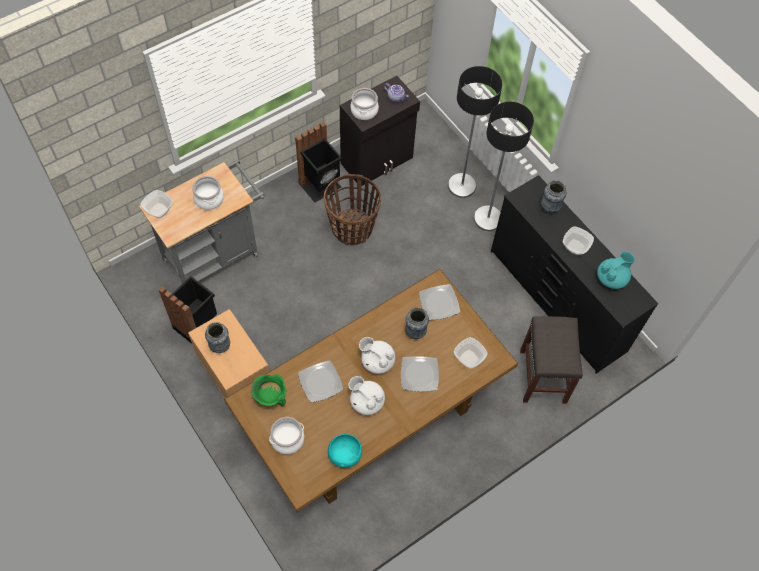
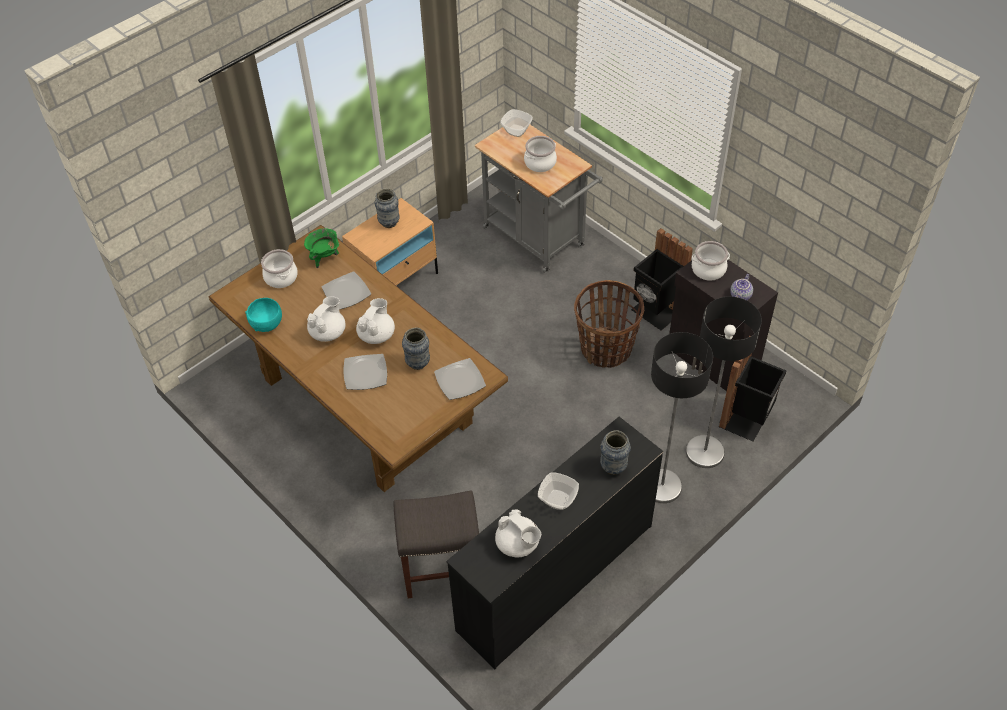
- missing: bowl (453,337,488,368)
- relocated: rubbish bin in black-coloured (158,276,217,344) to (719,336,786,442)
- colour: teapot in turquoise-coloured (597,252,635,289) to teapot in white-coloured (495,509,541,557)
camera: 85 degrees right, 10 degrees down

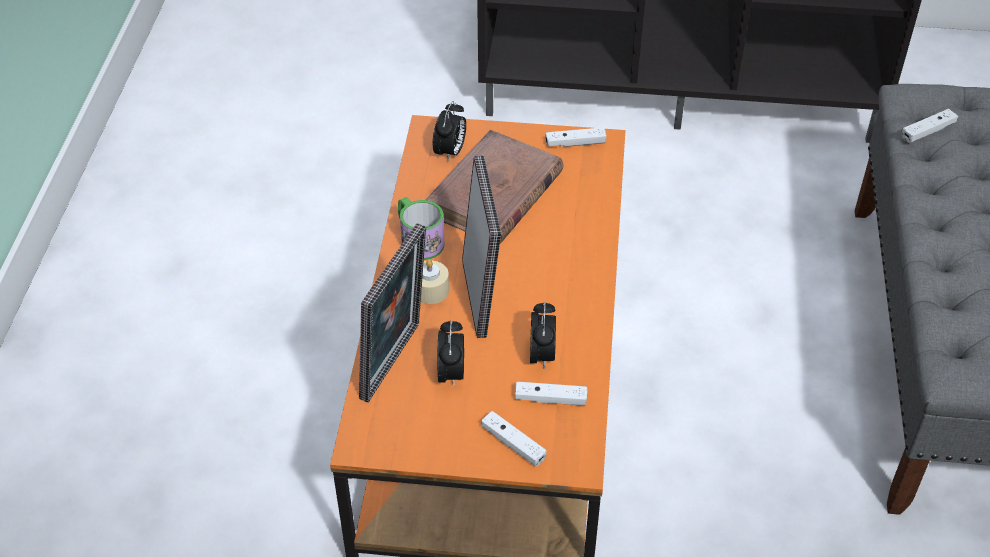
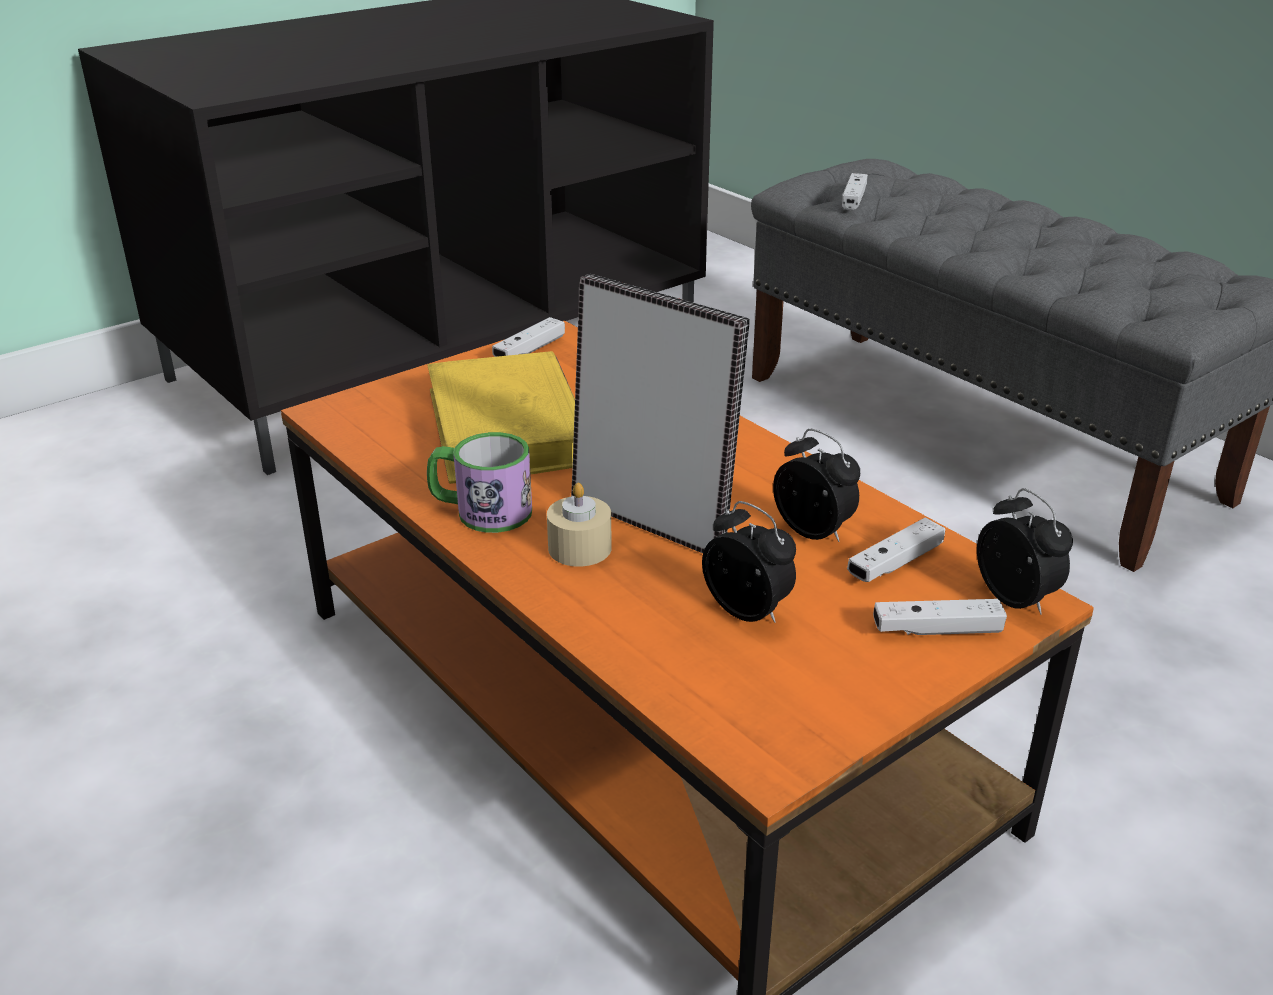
- missing: photo frame (359,223,426,402)
- relocated: bedside clock (433,101,466,162) to (977,488,1073,615)
- colour: volume in brown (426,130,564,244) to volume in yellow-coloured (427,351,575,484)
camera: 45 degrees left, 15 degrees down

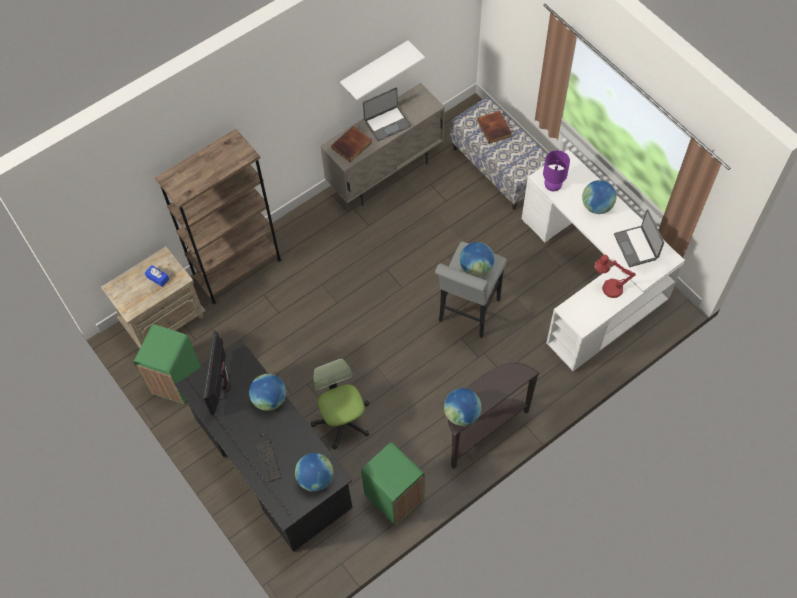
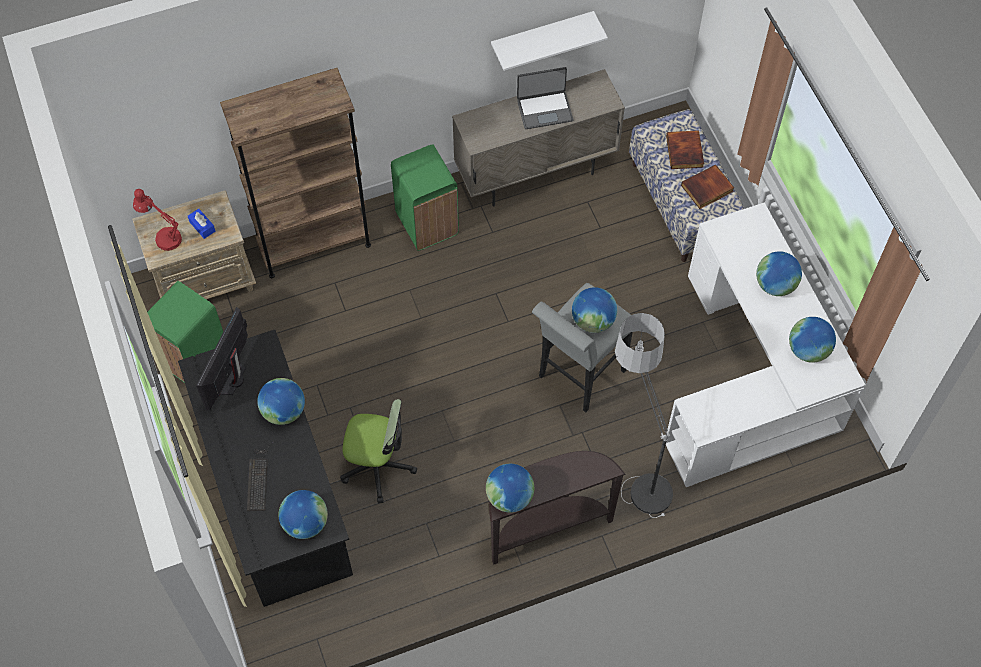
- missing: table lamp in purplish (543,150,570,191)
- appeared: standing lamp (615,313,673,518)
- relocated: volume (331,126,372,162) to (681,165,734,209)
- relocated: rubbish bin in green-coloured (361,442,424,526) to (391,145,459,251)
- relocated: table lamp in reddish (594,255,636,298) to (133,189,182,251)
- exchanged: notebook computer (614,209,664,267) to globe (789,317,836,363)
- spun: computer chair (311,358,370,450) = (340,399,417,504) 105 degrees clockwise
camera: 15 degrees right, 0 degrees up

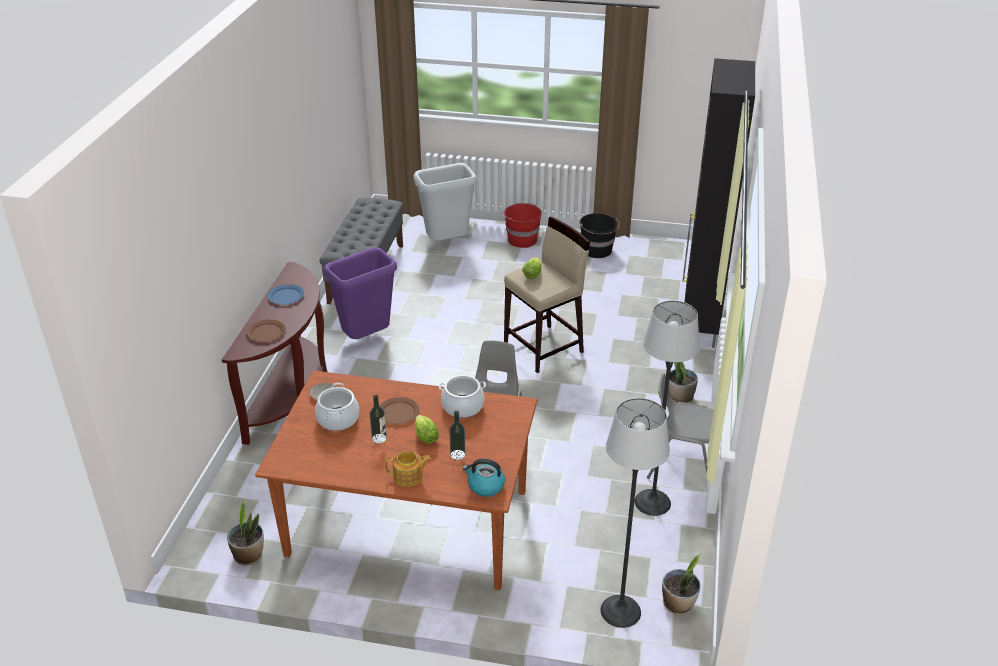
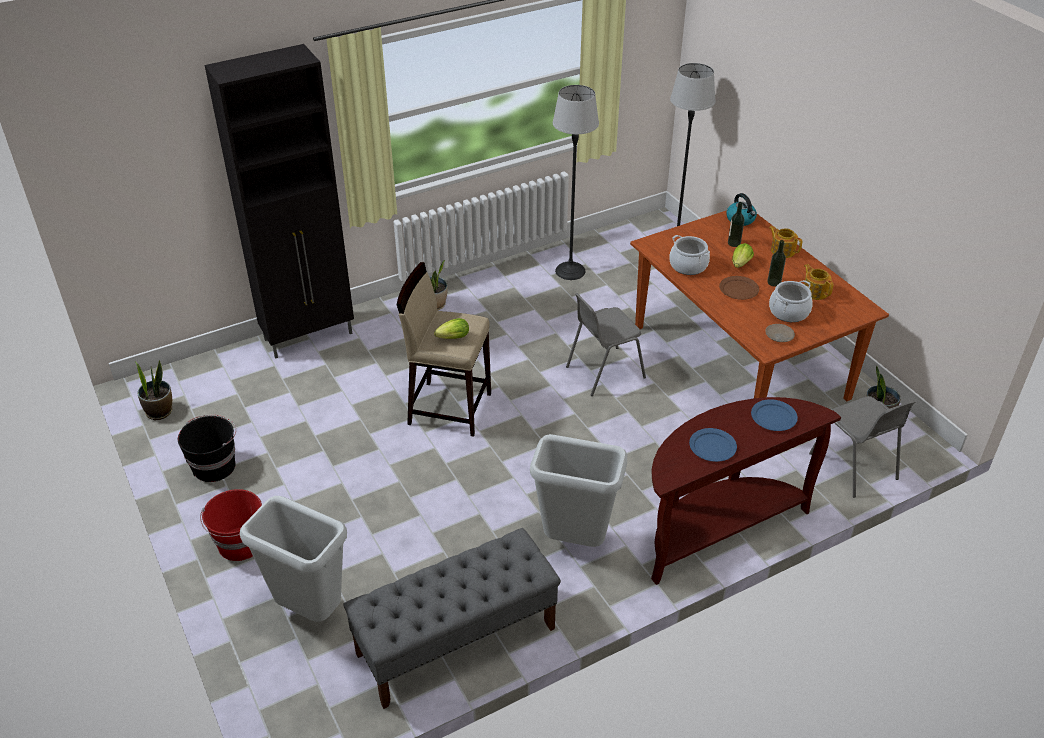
- appeared: teapot (804,264,833,300)
- relocated: plain chair in gray (647,373,714,479) to (809,396,915,497)
- relocated: plant in a pot (662,554,701,615) to (135,360,172,420)
- colour: plate in brown (247,320,285,342) to plate in bluish (751,399,798,431)
- colour: rubbish bin in purplish (324,247,397,339) to rubbish bin in gray (530,434,627,547)
camera: 130 degrees left, 5 degrees up

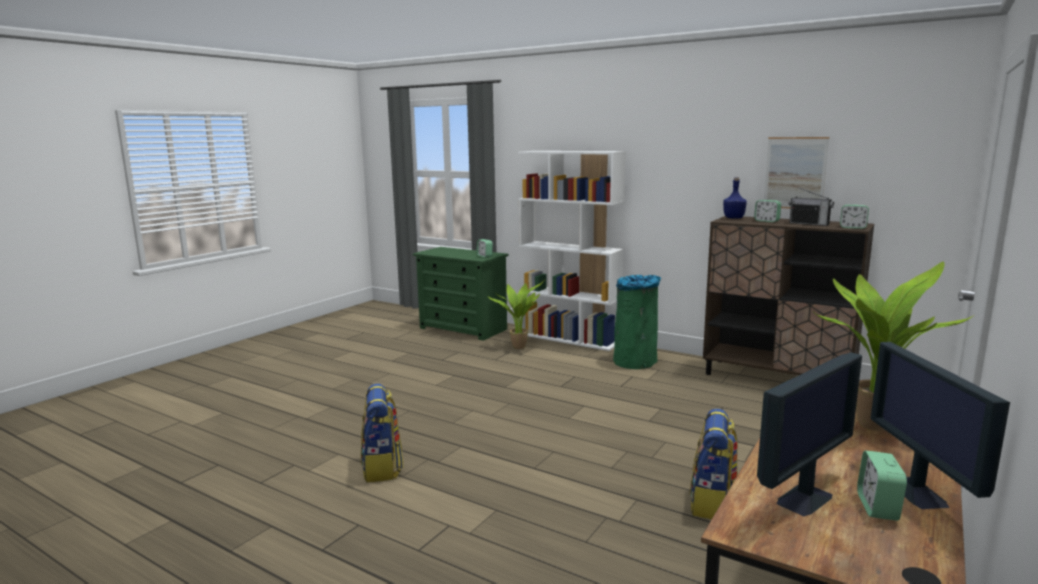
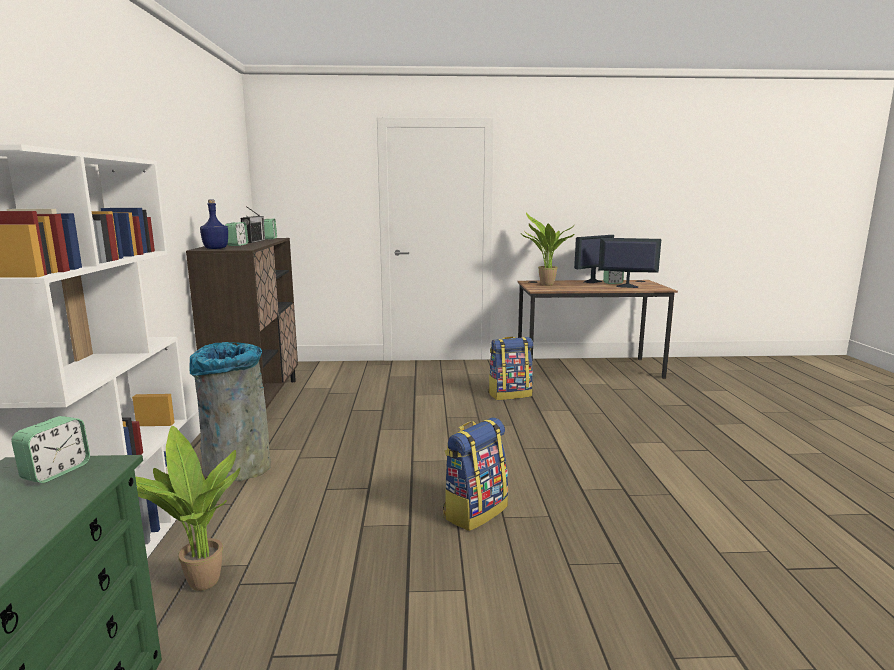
- missing: wall art (764,137,829,209)
- relocated: backpack (361,384,403,483) to (443,418,508,531)
- colour: rubbish bin in green-coloured (613,275,661,369) to rubbish bin in gray (190,342,271,481)
camera: 125 degrees left, 0 degrees up

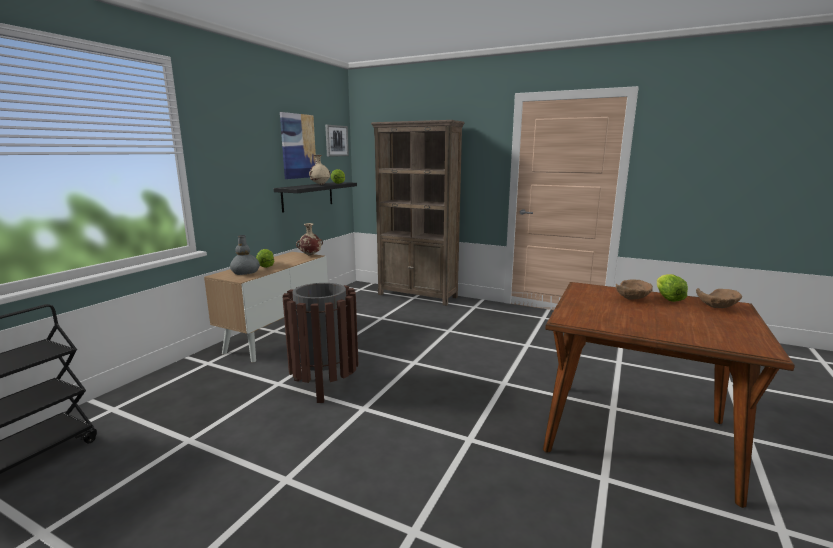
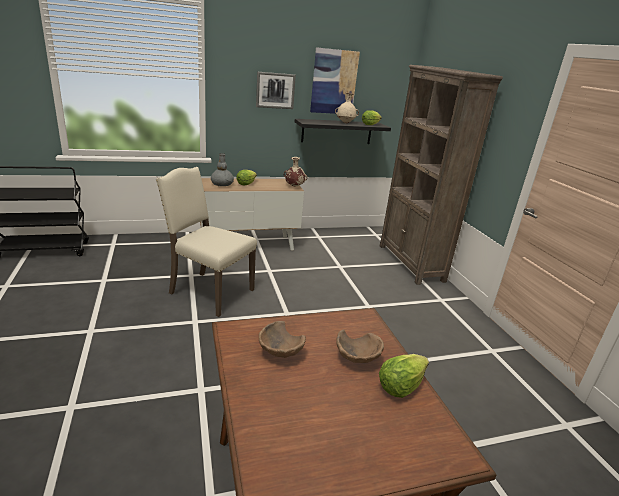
- relocated: wall art (325,125,349,157) to (256,72,296,109)
- relocated: bowl in brown (696,288,742,308) to (259,321,306,358)
- exchanged: rubbish bin in brown (283,283,358,403) to plain chair in beige-coloured (156,167,257,317)
camera: 45 degrees right, 10 degrees up

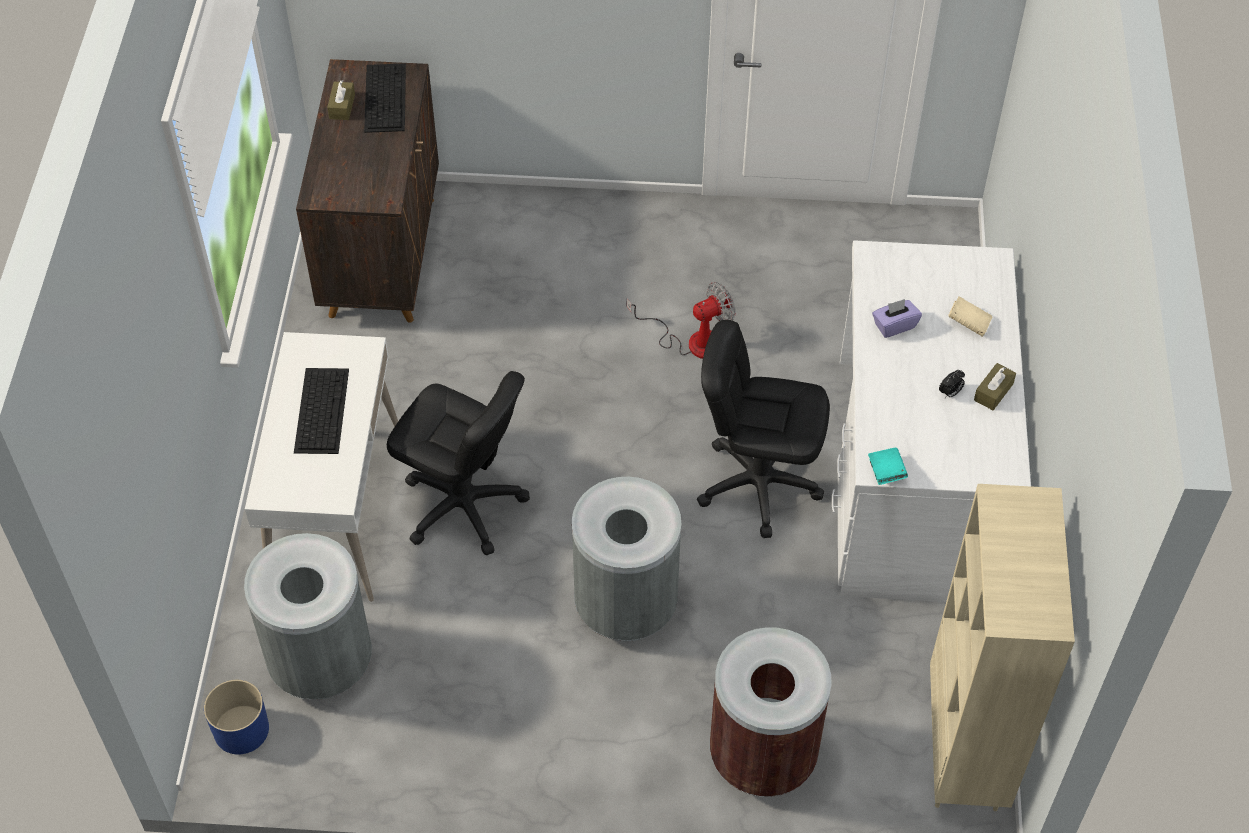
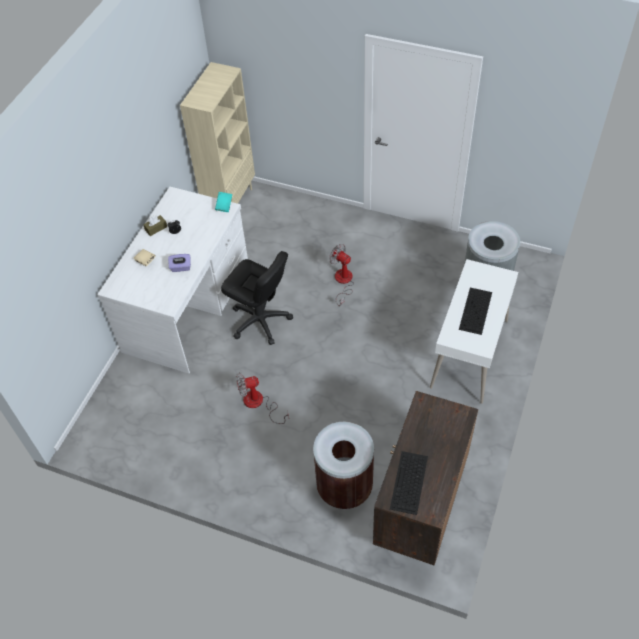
- missing: planter in bluish (204,680,269,754)
- missing: box of tissues in brown (327,80,355,120)
- missing: computer chair in black-coloured (387,371,530,555)
- relocated: rubbish bin in brown (710,627,832,797) to (313,422,374,509)
- exchanged: rubbish bin in gray (572,477,681,642) to electric fan (329,244,354,306)
camera: 160 degrees left, 0 degrees up

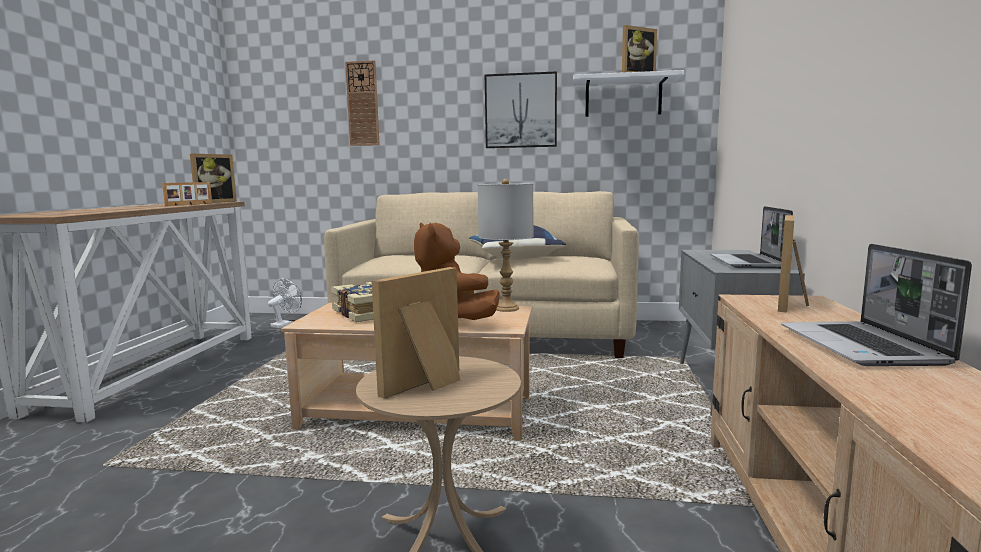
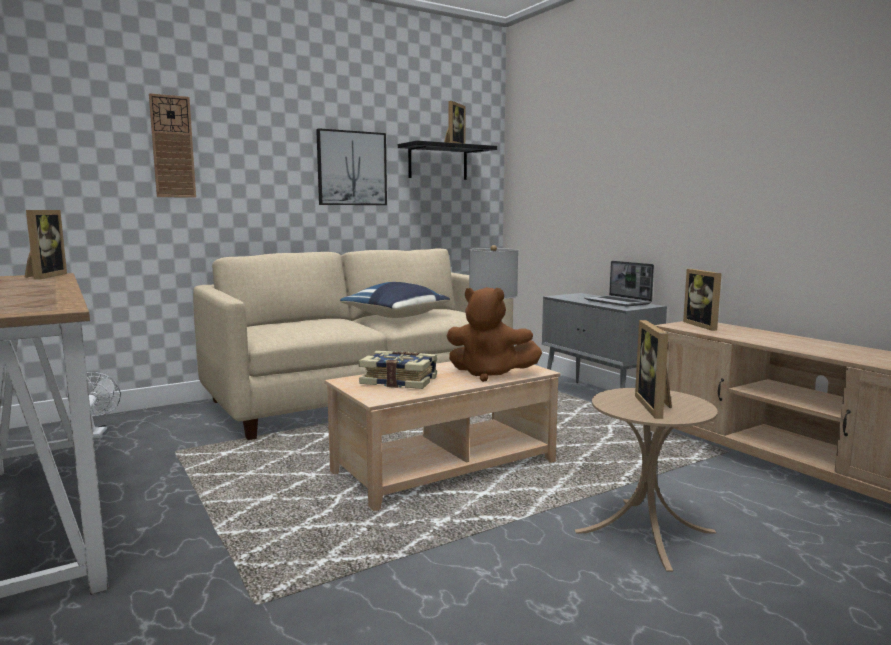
- missing: photo frame (162,182,212,206)
- missing: notebook computer (781,244,972,366)
- colour: shelf in white-coloured (573,70,684,117) to shelf in black-coloured (398,141,497,180)
camera: 40 degrees left, 0 degrees up

